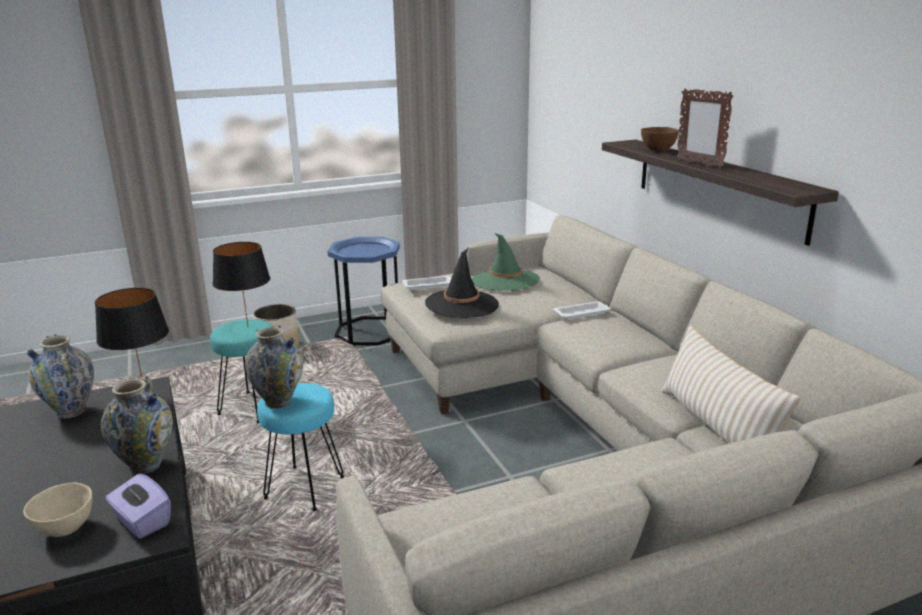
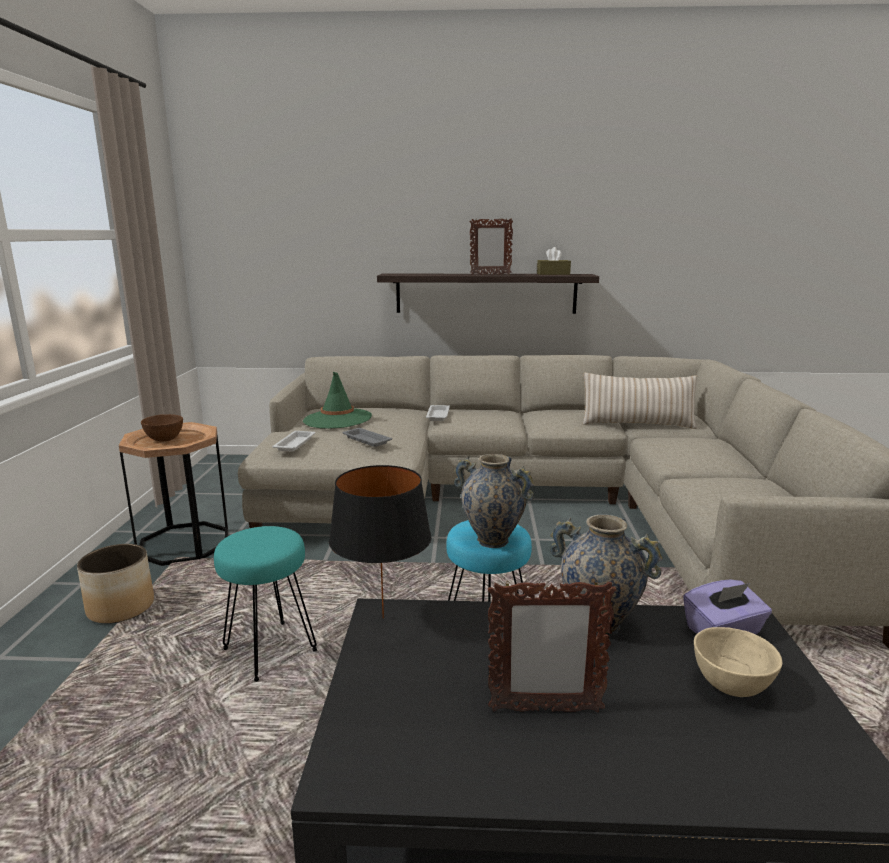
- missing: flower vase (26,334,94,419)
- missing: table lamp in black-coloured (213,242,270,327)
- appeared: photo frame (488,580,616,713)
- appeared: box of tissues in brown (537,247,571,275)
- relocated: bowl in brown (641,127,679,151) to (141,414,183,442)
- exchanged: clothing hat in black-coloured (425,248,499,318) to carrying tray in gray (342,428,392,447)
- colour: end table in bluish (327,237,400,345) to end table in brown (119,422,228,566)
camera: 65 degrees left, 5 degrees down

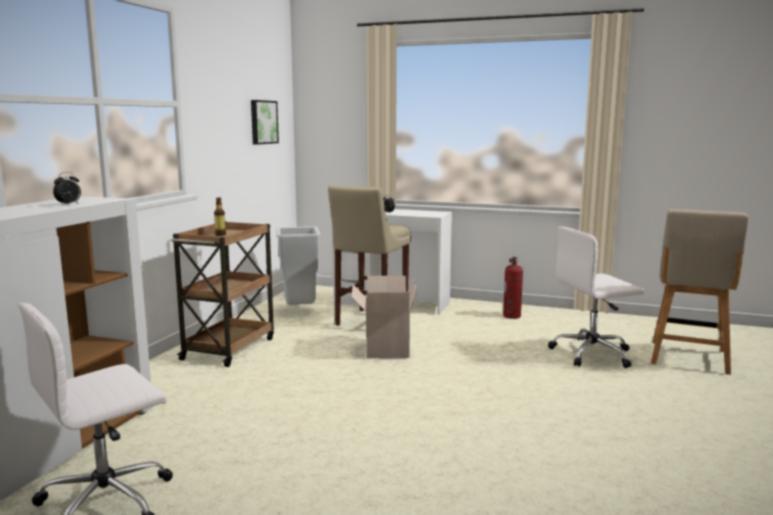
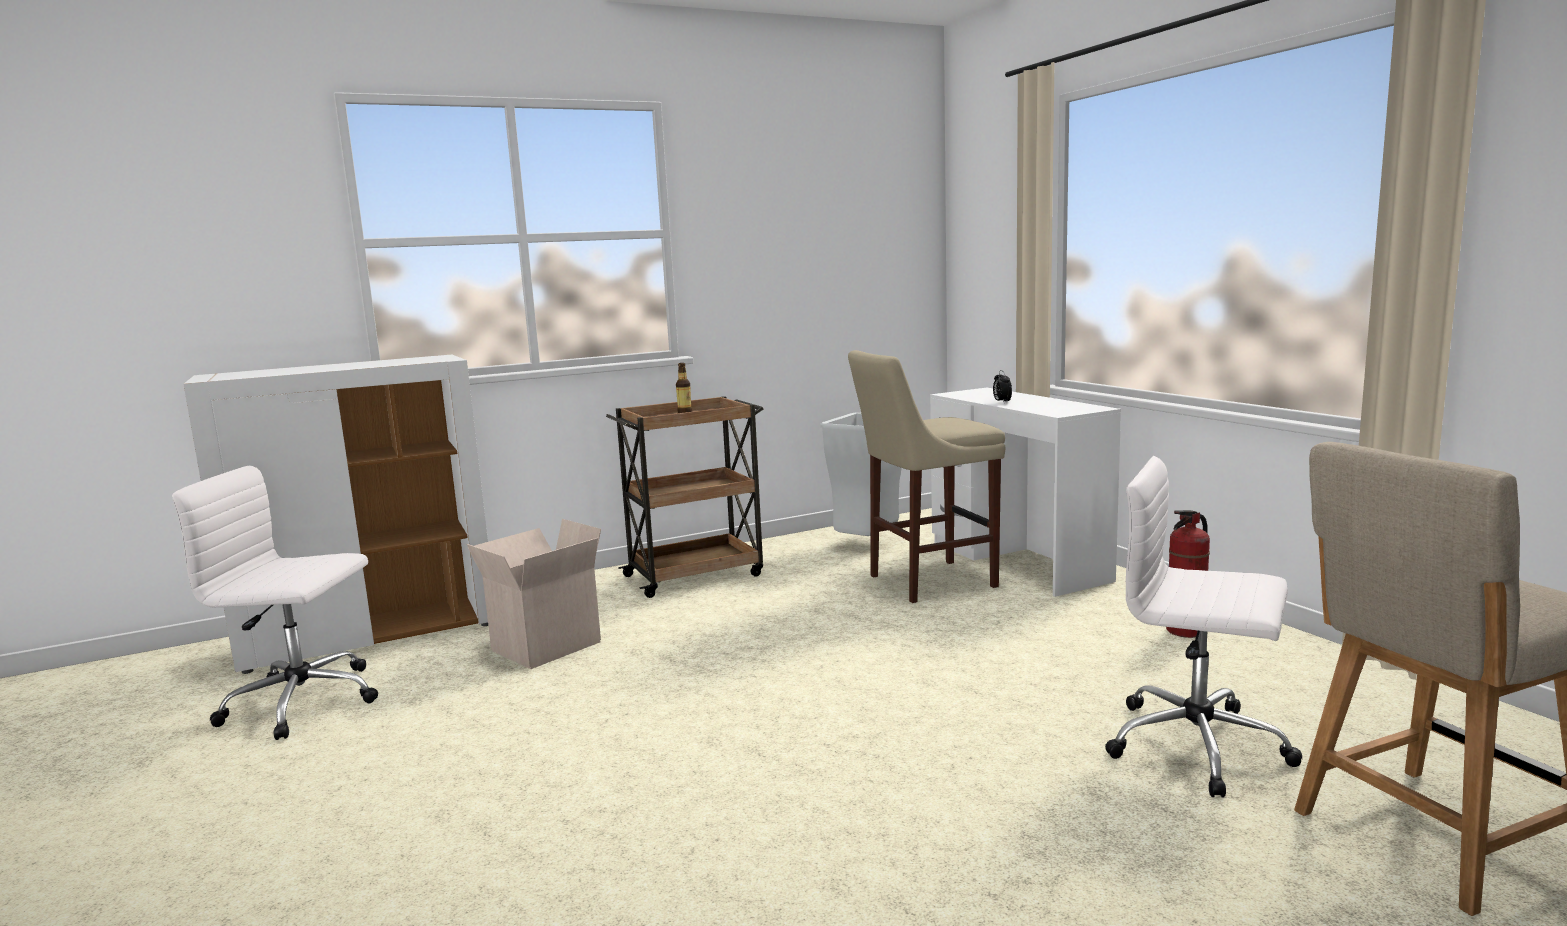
- missing: bedside clock (53,172,81,205)
- missing: wall art (251,100,279,145)
- relocated: packing box (351,276,417,358) to (467,519,601,669)
camera: 45 degrees right, 0 degrees up

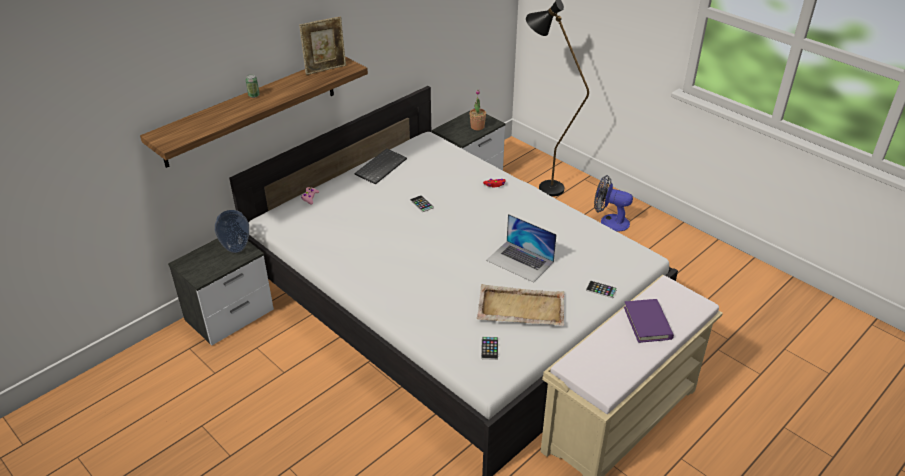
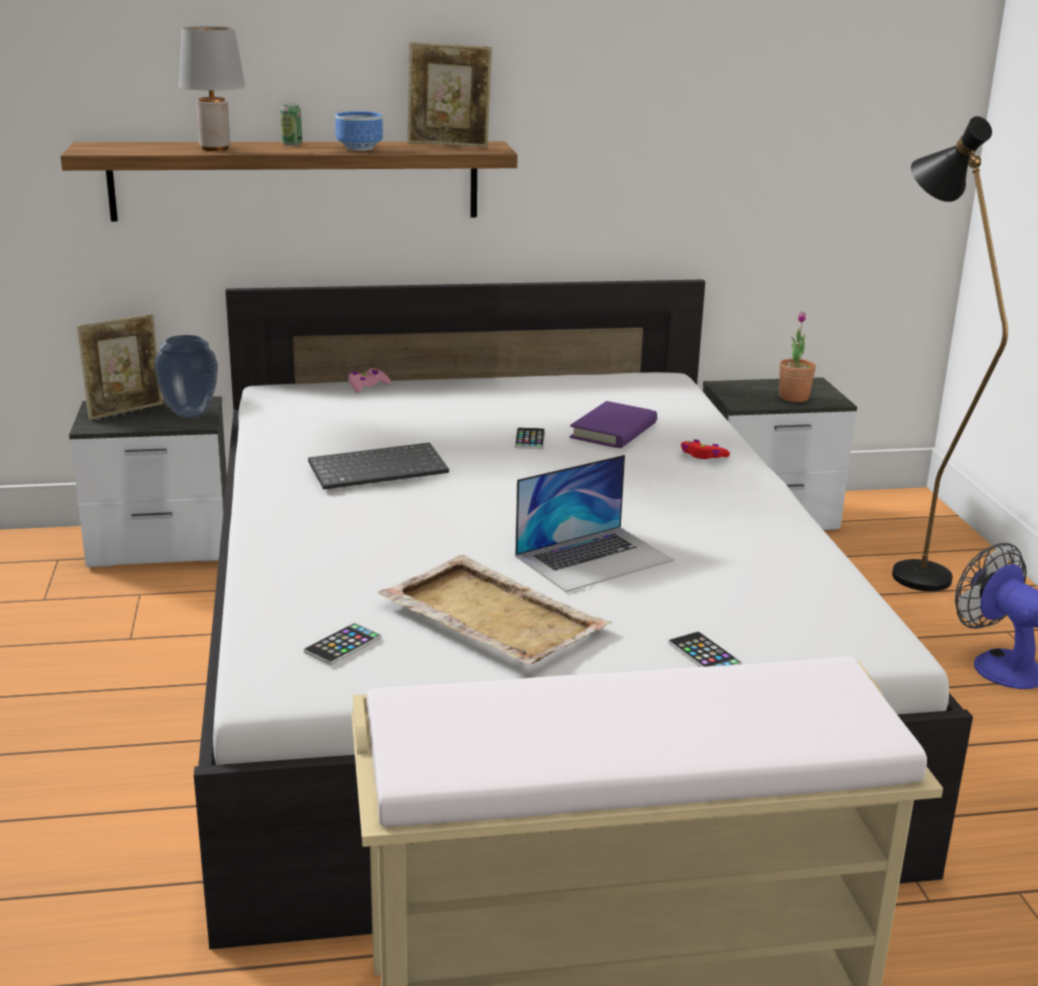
- appeared: photo frame (76,314,163,420)
- appeared: table lamp in gray (179,26,245,151)
- appeared: bowl (336,111,383,151)
- relocated: keyboard (355,148,407,185) to (308,442,449,490)
- relocated: volume in purplish (624,299,674,343) to (570,401,657,448)
- spun: notebook computer (486,214,557,283) = (515,454,674,592) 105 degrees counterclockwise
camera: 35 degrees right, 15 degrees down

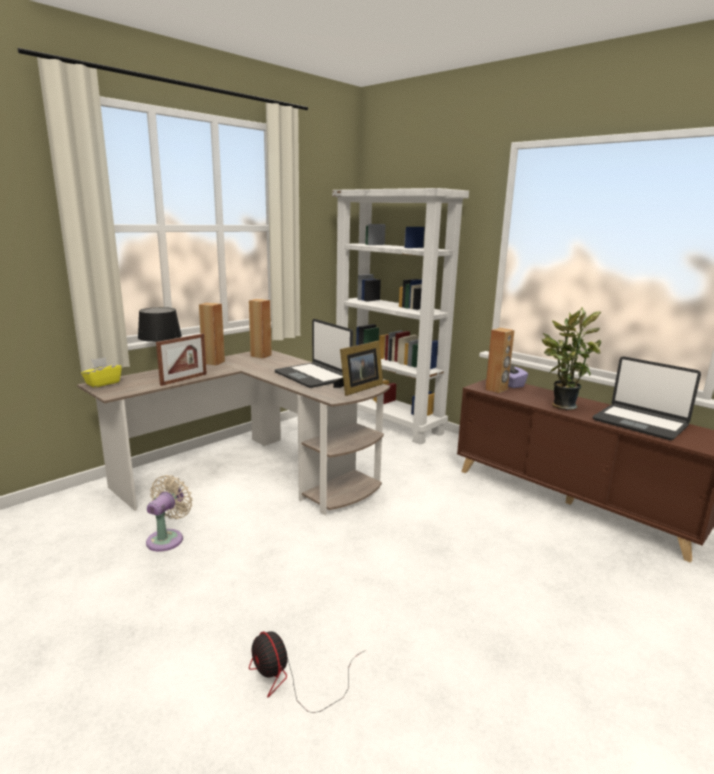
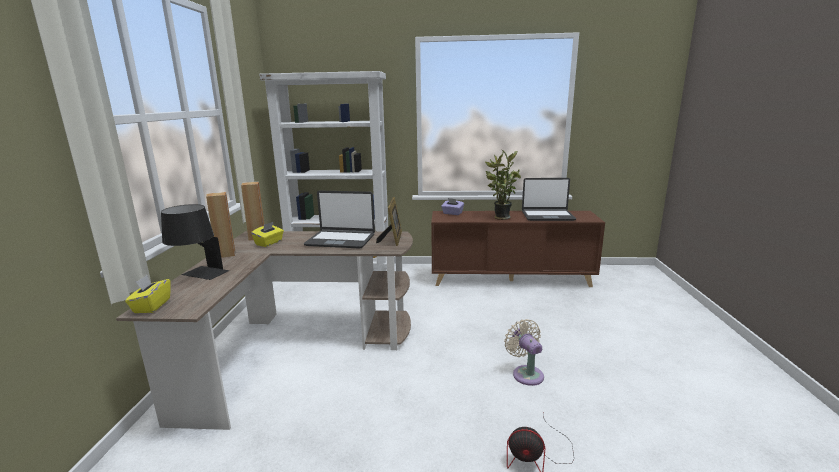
- missing: photo frame (156,333,207,386)
- missing: audio speaker in brown (485,328,515,393)
- appeared: box of tissues in yellow-coloured (251,222,284,247)
- relocated: electric fan in beige-coloured (146,475,193,552) to (504,319,544,386)
camera: 40 degrees left, 0 degrees up

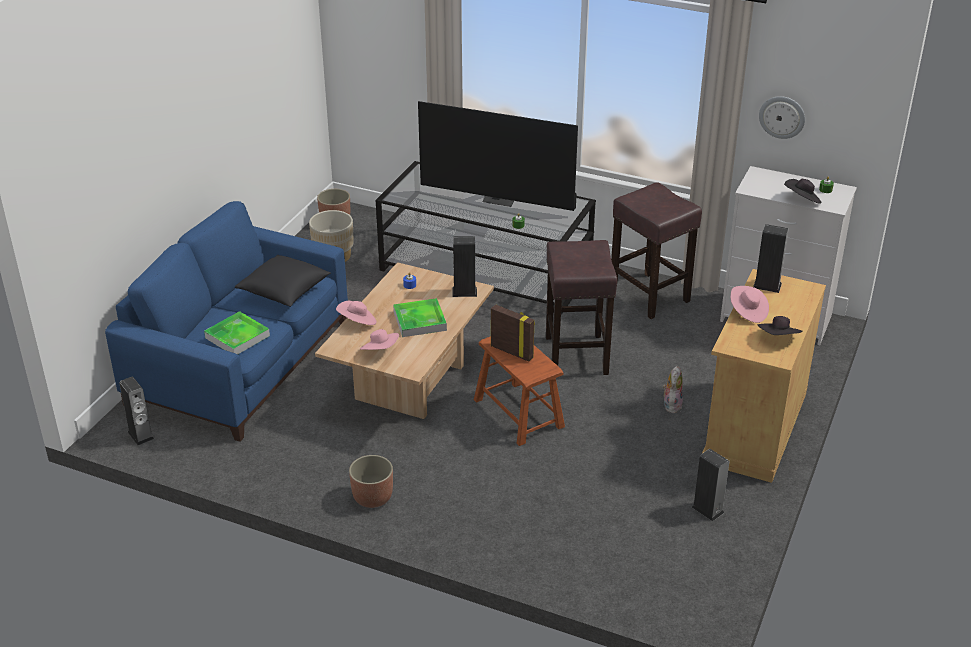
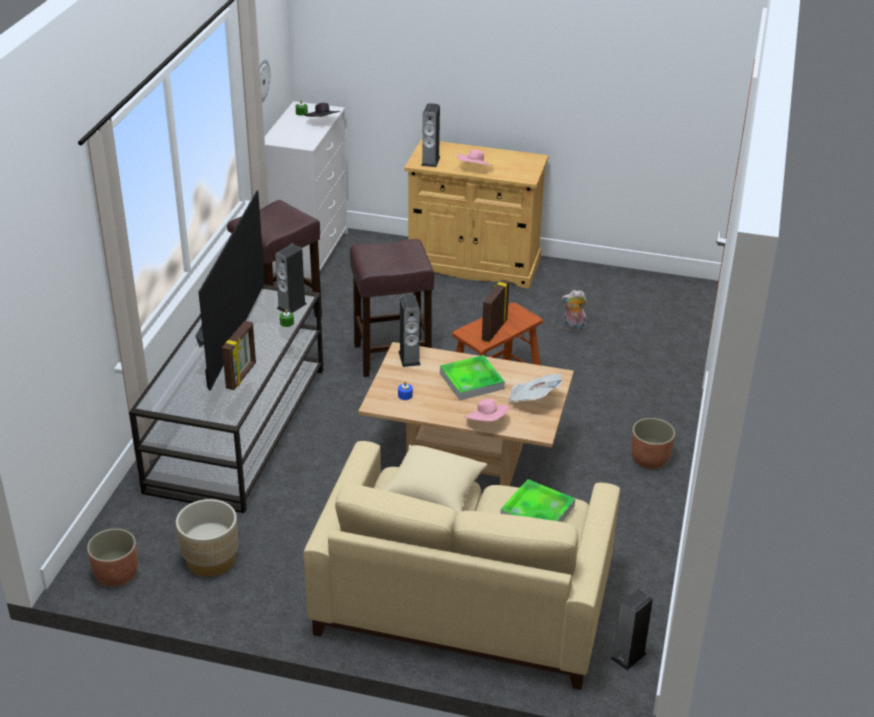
- missing: clothing hat in black-coloured (758,316,803,335)
- appeared: photo frame (222,321,256,390)
- relocated: plush toy (663,366,683,413) to (561,290,587,331)
- relocated: audio speaker (692,449,730,521) to (275,244,307,313)
- exchanged: clothing hat in pink (360,329,399,350) to newspaper (507,374,563,402)
- colour: couch in bluish (105,201,348,442) to couch in beige-coloured (304,441,620,690)
- colour: throw pillow in black-coloured (235,255,331,307) to throw pillow in beige-coloured (383,445,487,513)
camera: 100 degrees left, 0 degrees up

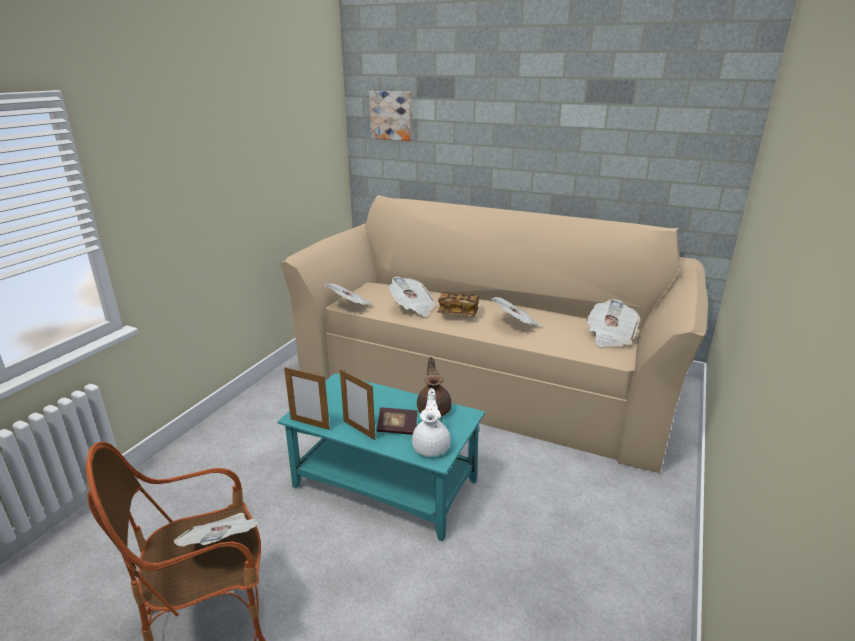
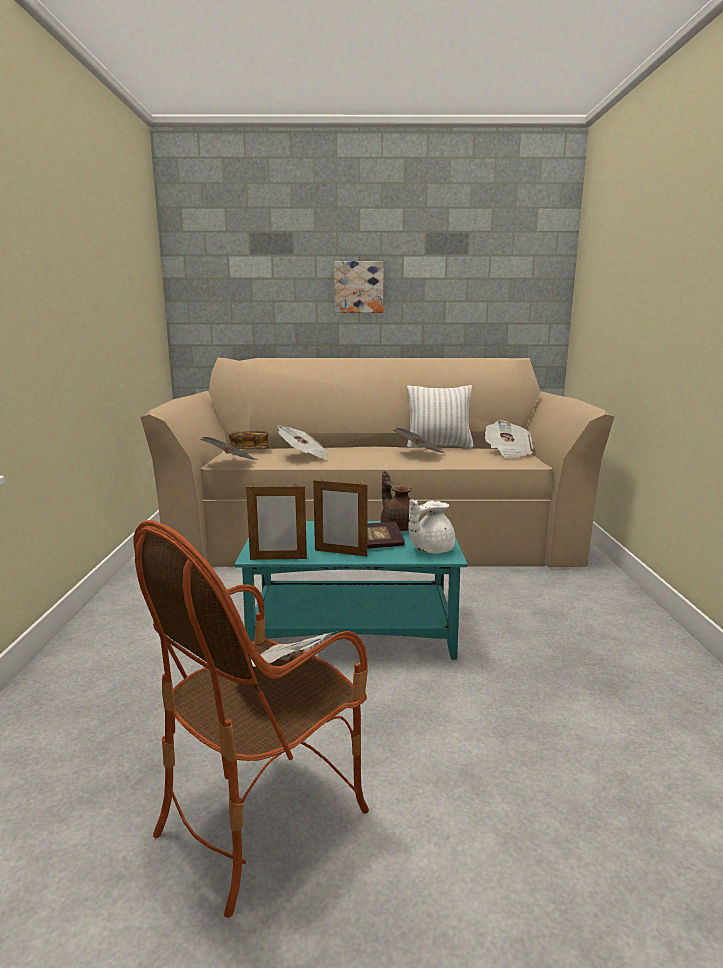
- appeared: throw pillow in white-coloured (407,385,474,448)
- relocated: wall art (369,91,412,141) to (334,261,384,313)
- relocated: volume (437,292,479,317) to (228,431,269,449)
- spun: teapot in white-coloured (412,388,450,457) = (408,500,455,553) 105 degrees counterclockwise
camera: 25 degrees left, 10 degrees down

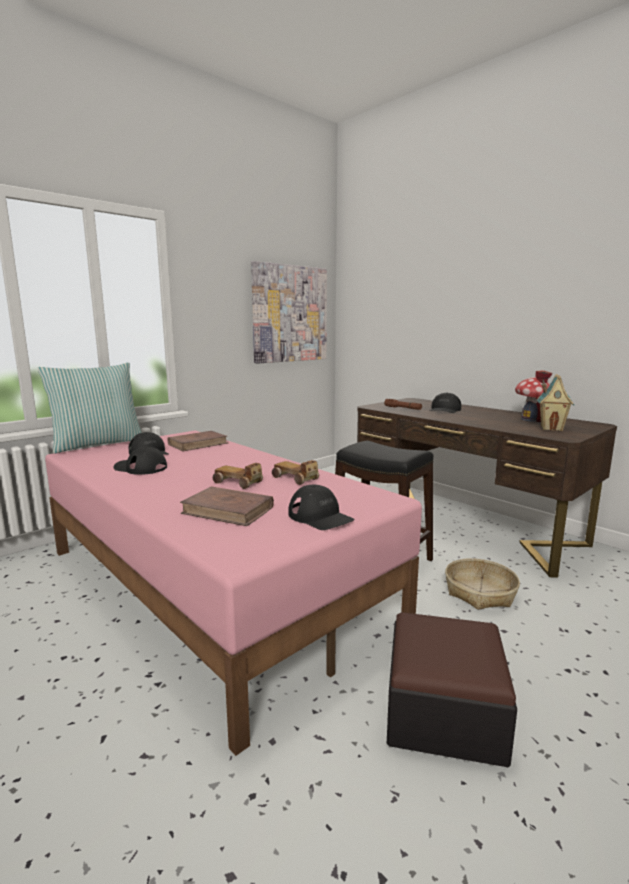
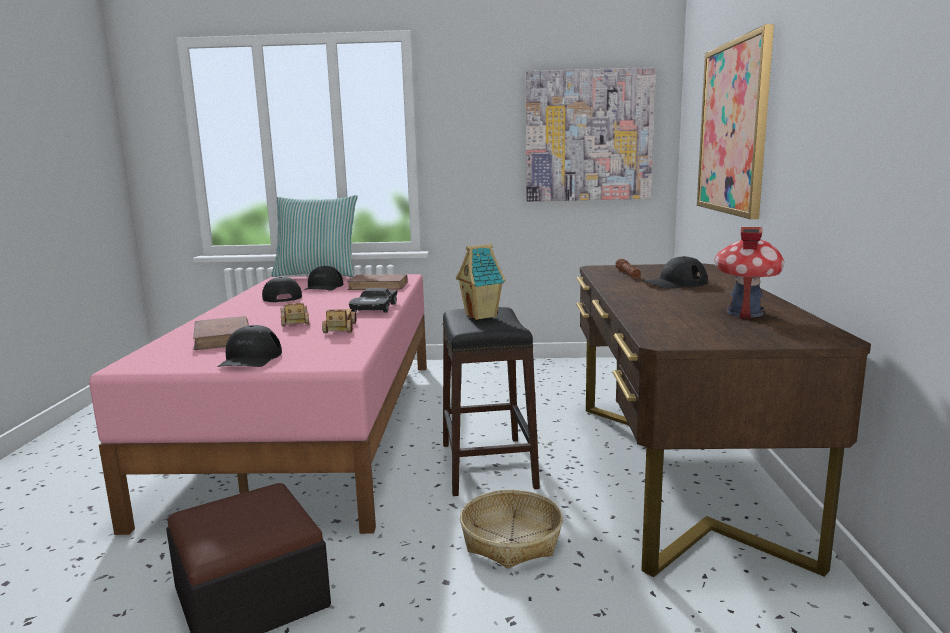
- appeared: model car in black-coloured (349,288,398,313)
- appeared: wall art (697,24,774,219)
- relocated: miniature house (537,374,574,431) to (456,244,506,320)
camera: 45 degrees right, 0 degrees up

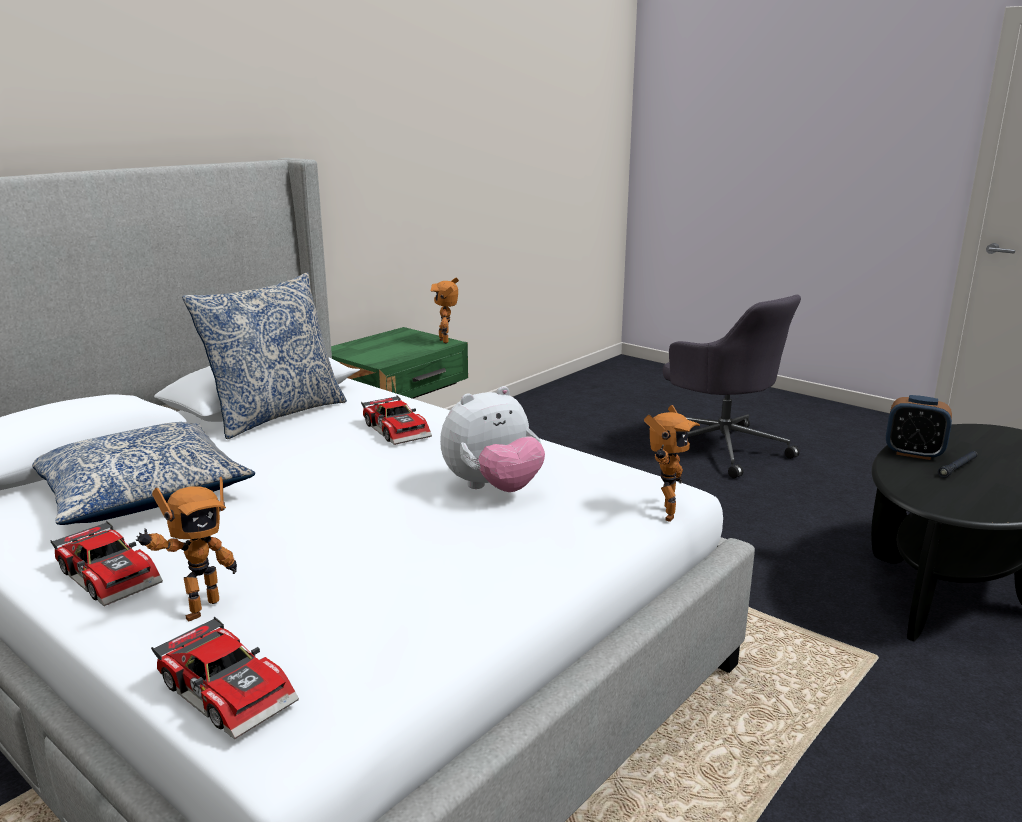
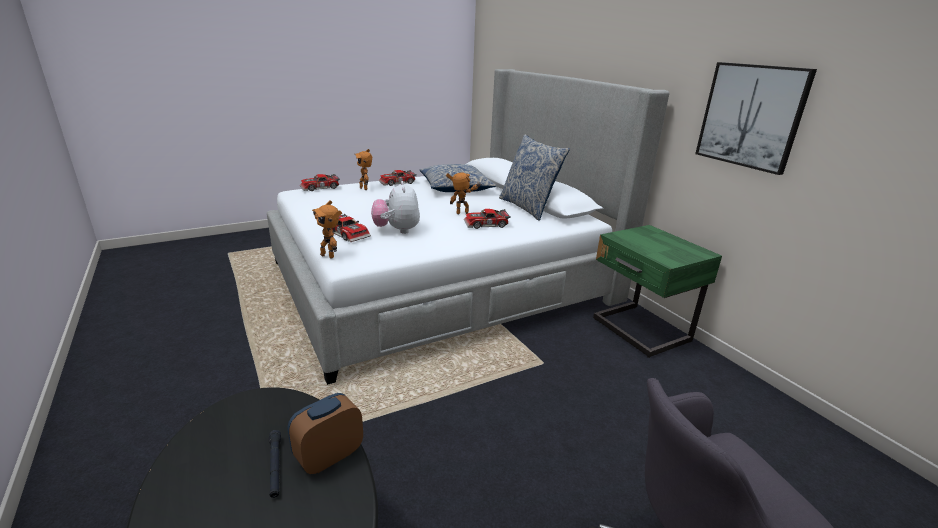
- appeared: model car (331,214,371,242)
- appeared: wall art (695,62,817,175)
- relocated: toy robot (431,278,459,344) to (446,172,481,214)
camera: 110 degrees right, 5 degrees up

